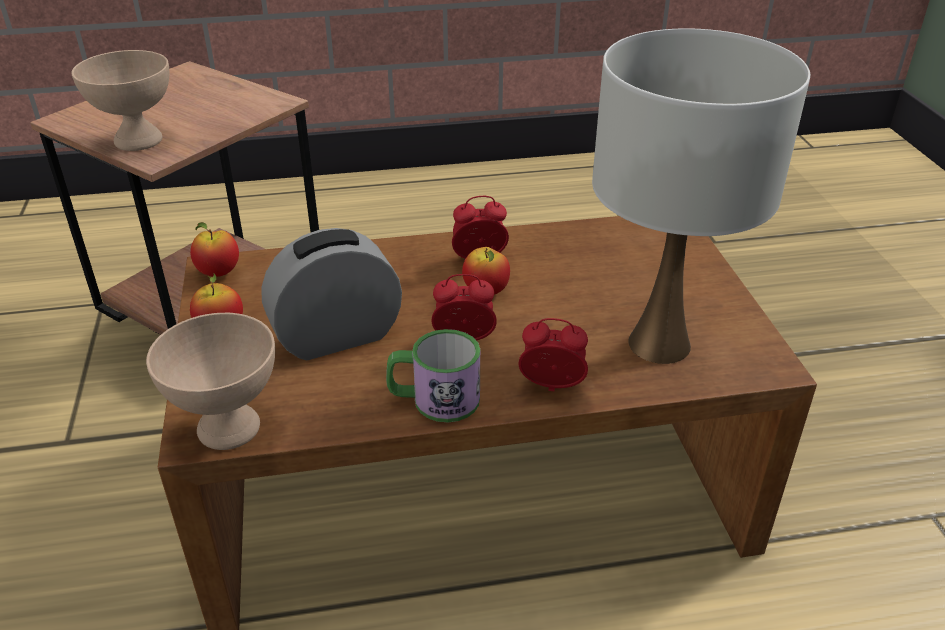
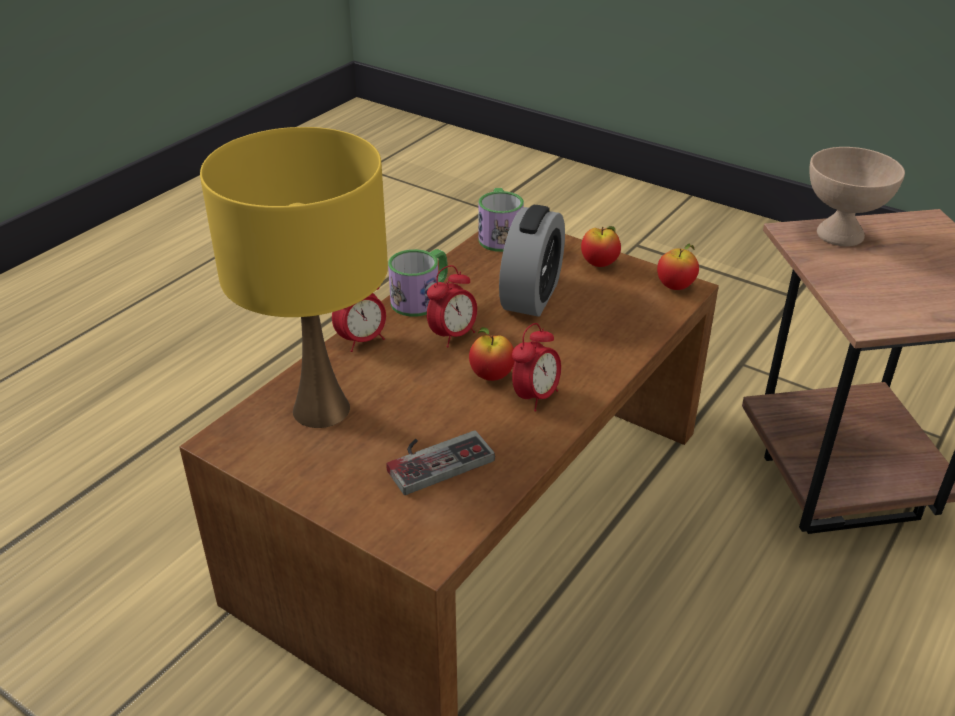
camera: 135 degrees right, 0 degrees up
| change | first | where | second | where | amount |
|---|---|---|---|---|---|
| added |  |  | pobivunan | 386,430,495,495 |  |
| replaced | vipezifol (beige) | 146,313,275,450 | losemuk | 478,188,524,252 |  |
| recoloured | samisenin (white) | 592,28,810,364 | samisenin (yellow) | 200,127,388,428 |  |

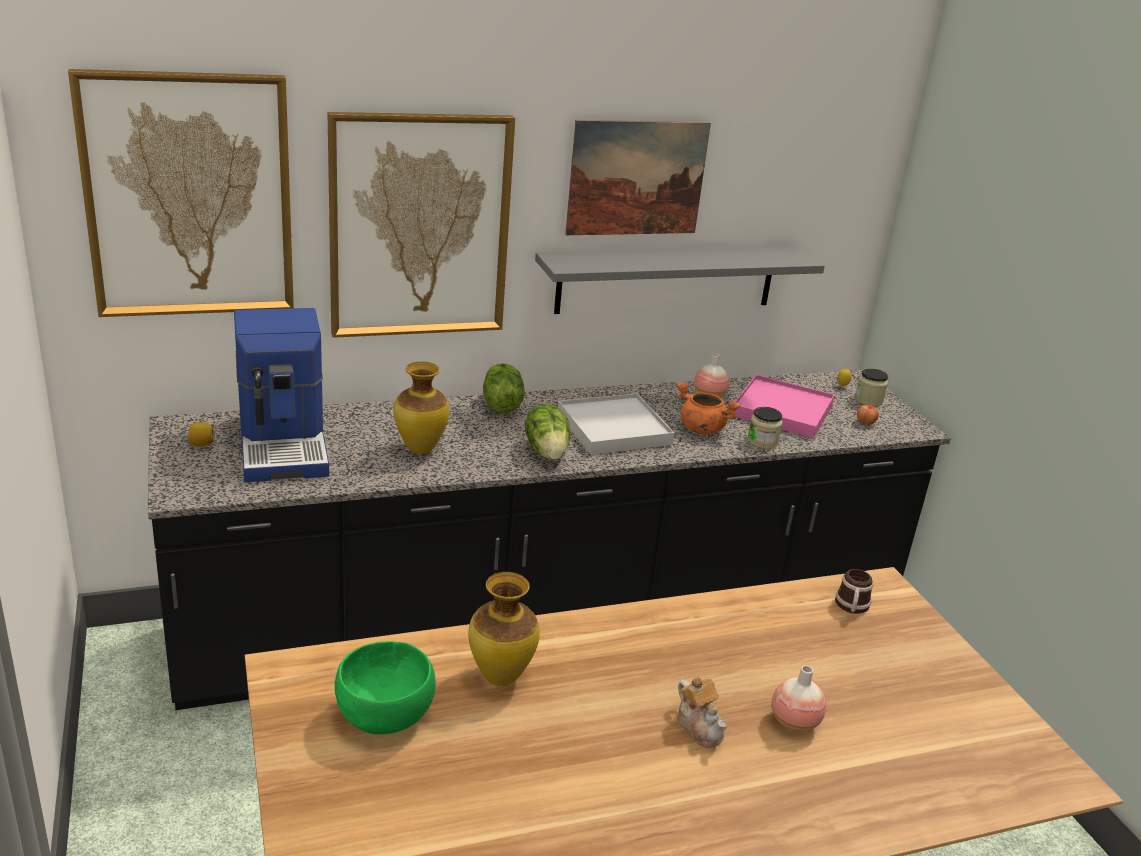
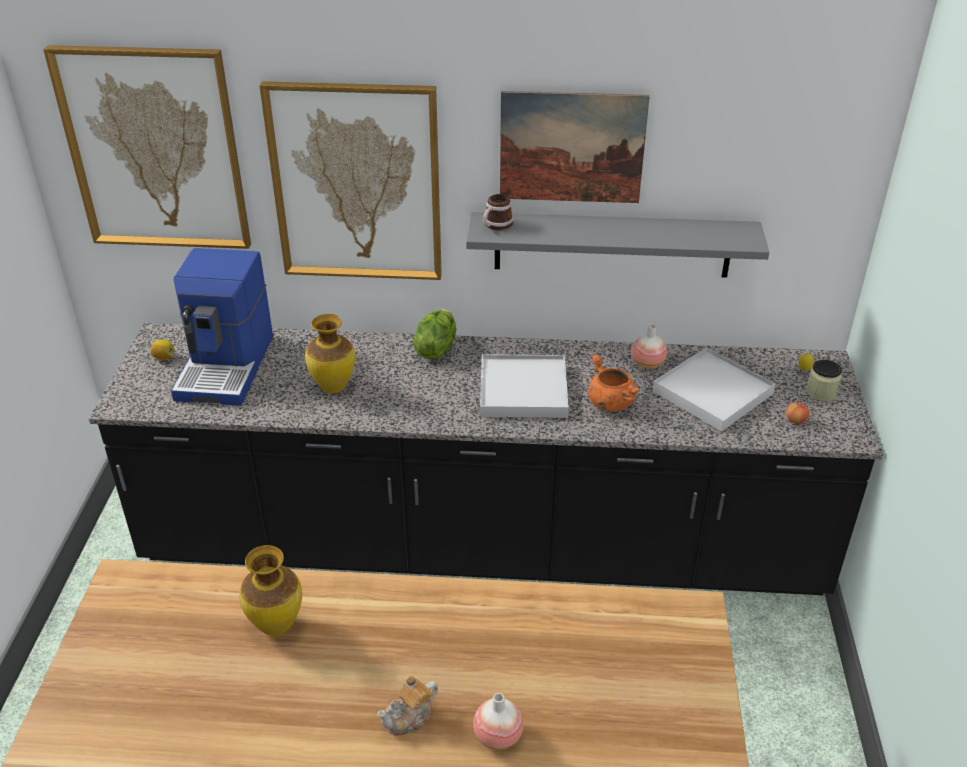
camera: 25 degrees right, 10 degrees up
| change | first | where | second | where | amount |
|---|---|---|---|---|---|
| removed | vipezifol (green) | 335,641,436,734 |  |  |  |
| removed | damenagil | 525,403,570,460 |  |  |  |
| removed | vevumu | 747,407,783,449 |  |  |  |
| moved | losemuk | 835,569,873,614 |  | 483,194,513,231 |  |
| recoloured | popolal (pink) | 734,375,835,438 | popolal (white) | 653,347,775,432 |  |
| turned | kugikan | 678,676,727,748 |  | 377,676,438,736 | 60 degrees clockwise |

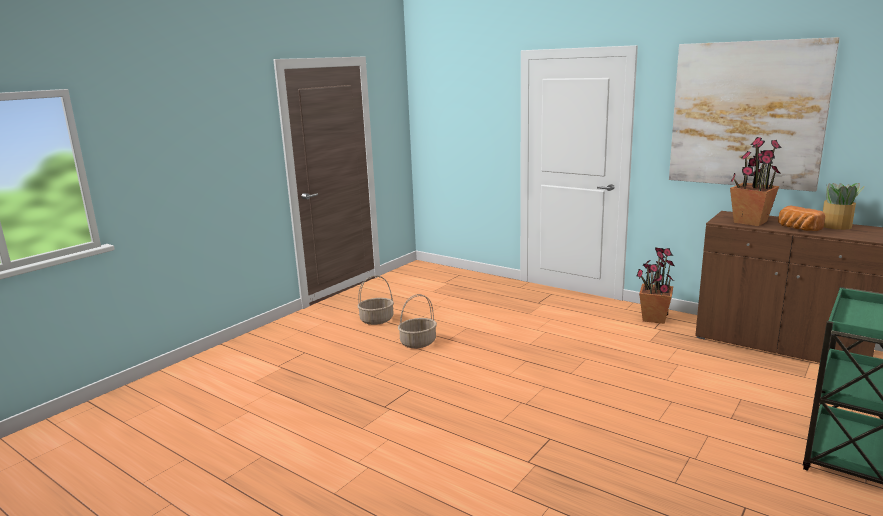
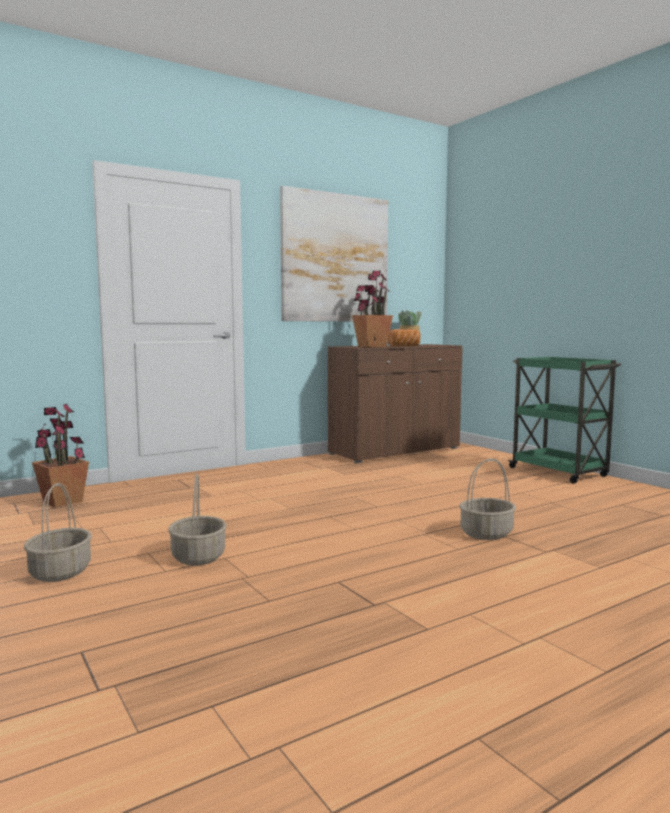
camera: 70 degrees left, 10 degrees down
| change | first | where | second | where | amount |
|---|---|---|---|---|---|
| added |  |  | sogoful | 459,458,516,540 |  |
| moved | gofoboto | 636,247,675,324 |  | 32,404,89,508 |  |

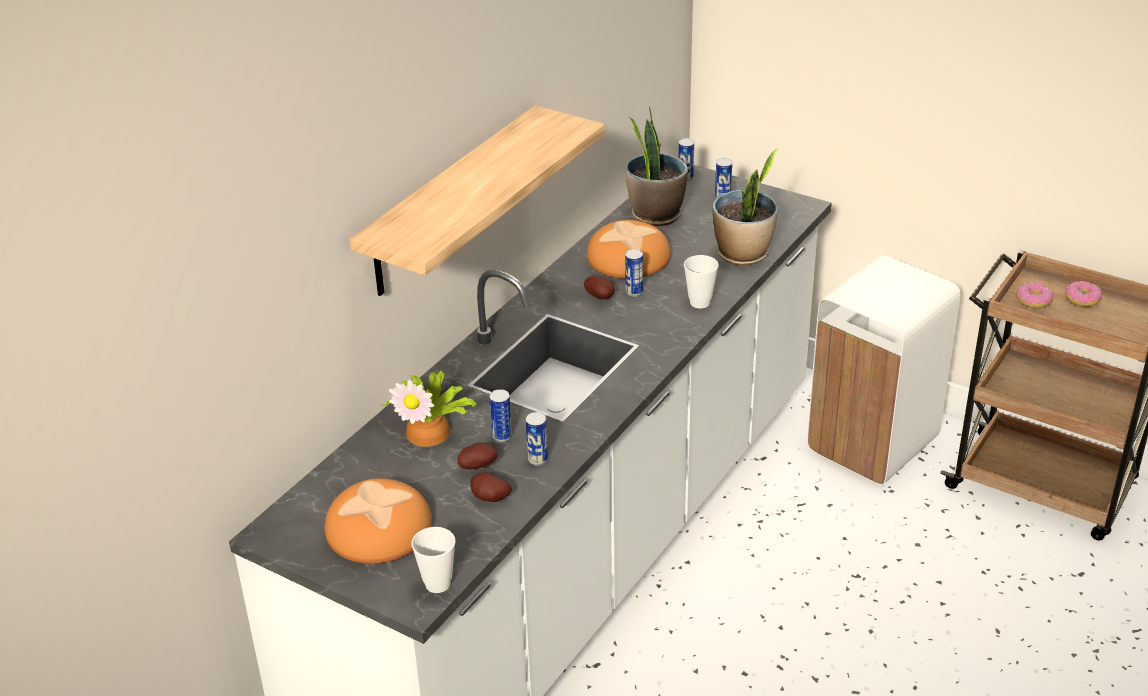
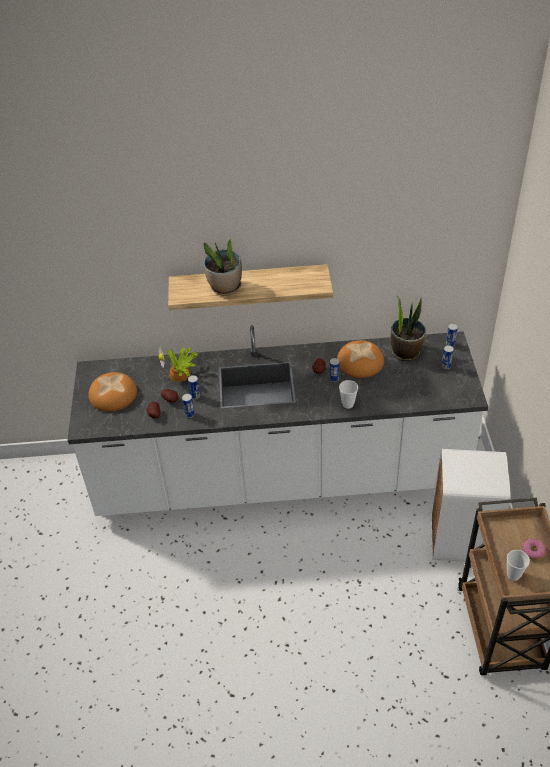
camera: 55 degrees right, 10 degrees up
| change | first | where | second | where | amount |
|---|---|---|---|---|---|
| removed | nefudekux | 1016,282,1054,308 |  |  |  |
| moved | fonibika | 411,527,455,593 |  | 507,550,530,581 |  |
| moved | gofoboto | 712,148,779,265 |  | 203,238,242,295 |  |

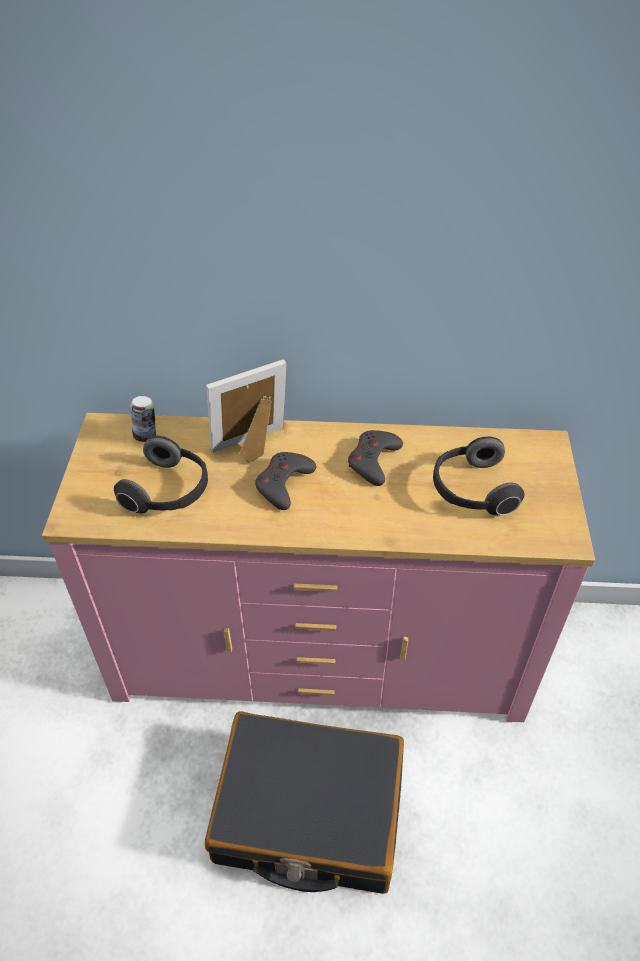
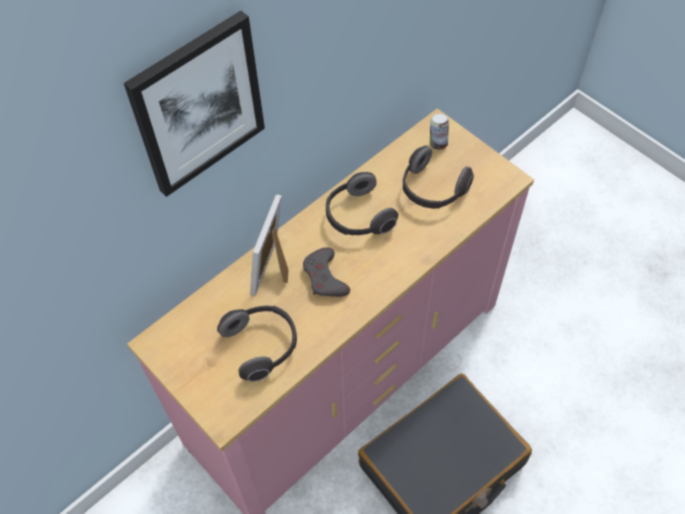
camera: 45 degrees left, 10 degrees up
| change | first | where | second | where | amount |
|---|---|---|---|---|---|
| added |  |  | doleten | 124,11,265,197 |  |
| moved | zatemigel | 130,396,156,442 |  | 430,114,449,150 |  |
| replaced | pobivunan (grey) | 348,430,403,486 | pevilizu | 326,172,398,235 |  |

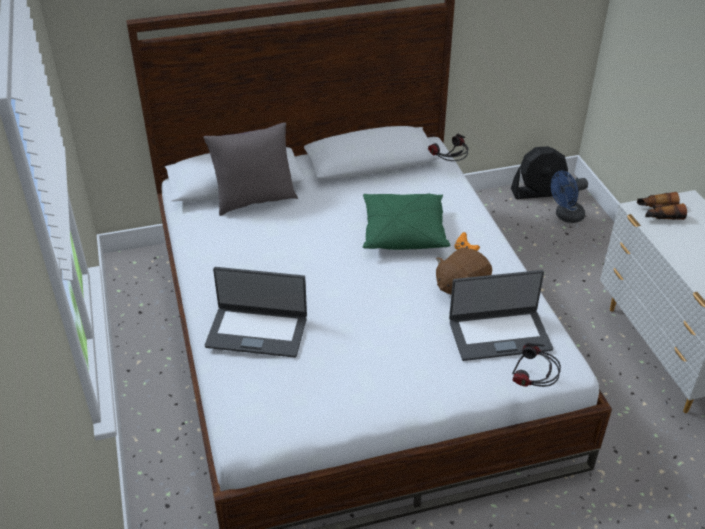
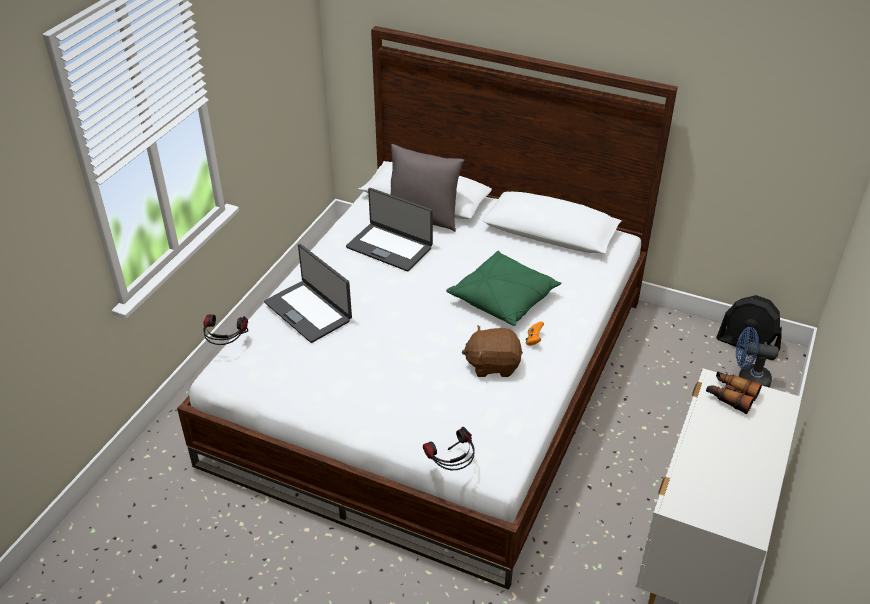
camera: 40 degrees right, 0 degrees up
| change | first | where | second | where | amount |
|---|---|---|---|---|---|
| moved | pevilizu | 428,134,468,161 |  | 203,314,248,345 |  |
| moved | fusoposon | 449,270,553,361 |  | 346,188,433,271 |  |

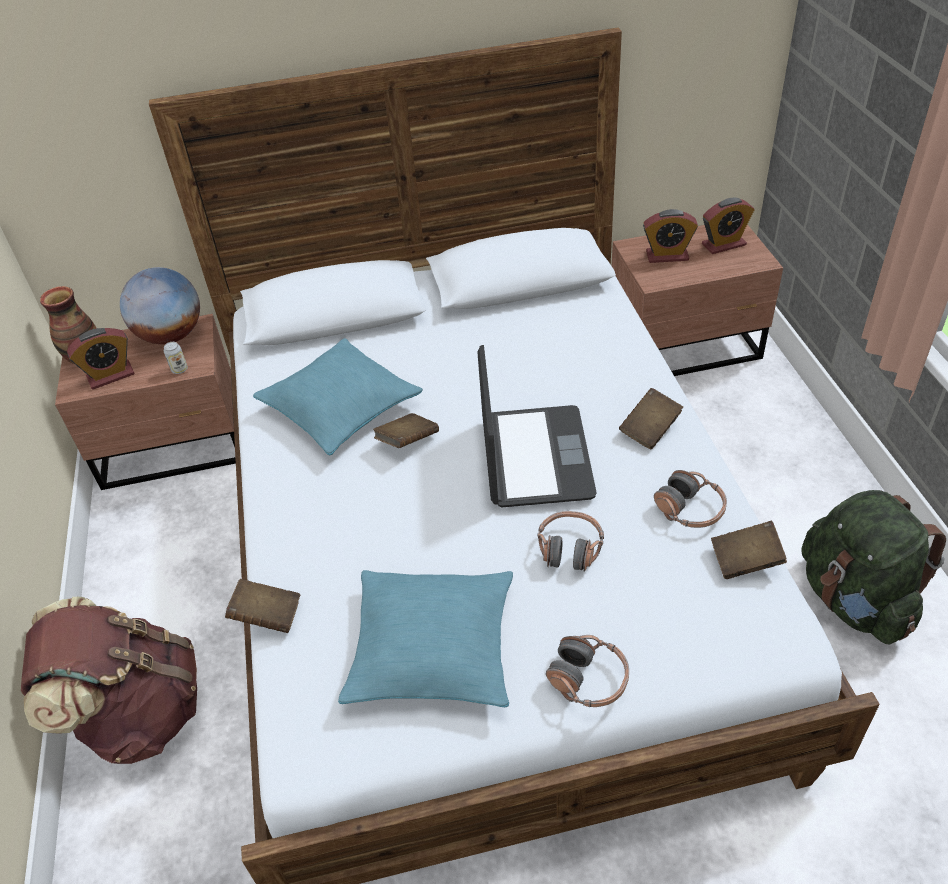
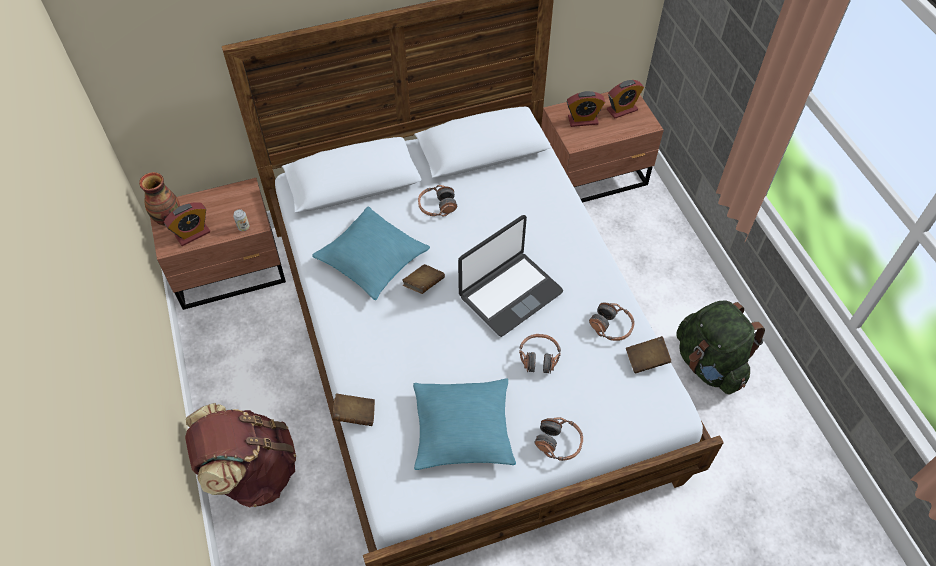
camera: 10 degrees left, 10 degrees up
| change | first | where | second | where | amount |
|---|---|---|---|---|---|
| removed | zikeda | 120,267,200,344 |  |  |  |
| removed | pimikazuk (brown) | 619,388,683,449 |  |  |  |
| added |  |  | pevilizu | 418,185,457,216 |  |
| turned | fusoposon | 477,345,597,507 |  | 458,215,563,337 | 60 degrees clockwise |

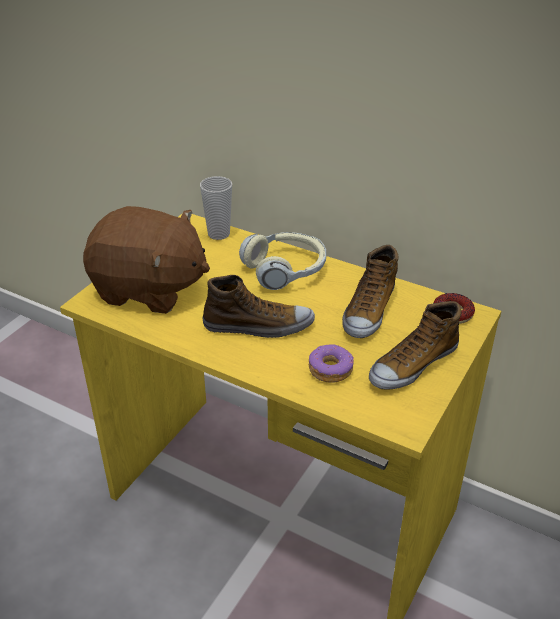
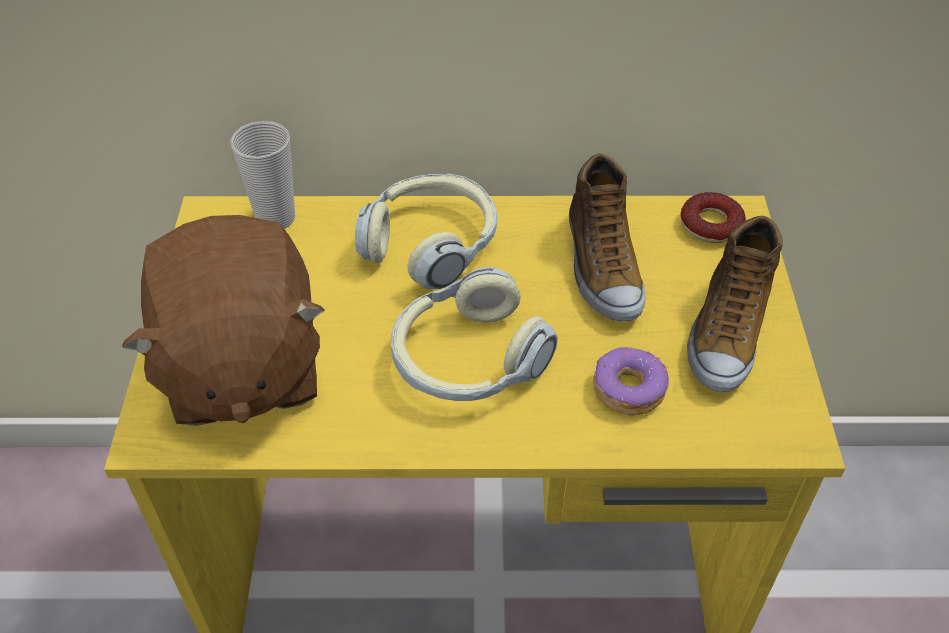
camera: 30 degrees left, 10 degrees up
| change | first | where | second | where | amount |
|---|---|---|---|---|---|
| replaced | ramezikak | 202,275,315,338 | pevilizu | 391,267,558,401 |  |
| turned | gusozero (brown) | 83,206,210,314 |  | 122,215,325,426 | 90 degrees clockwise |

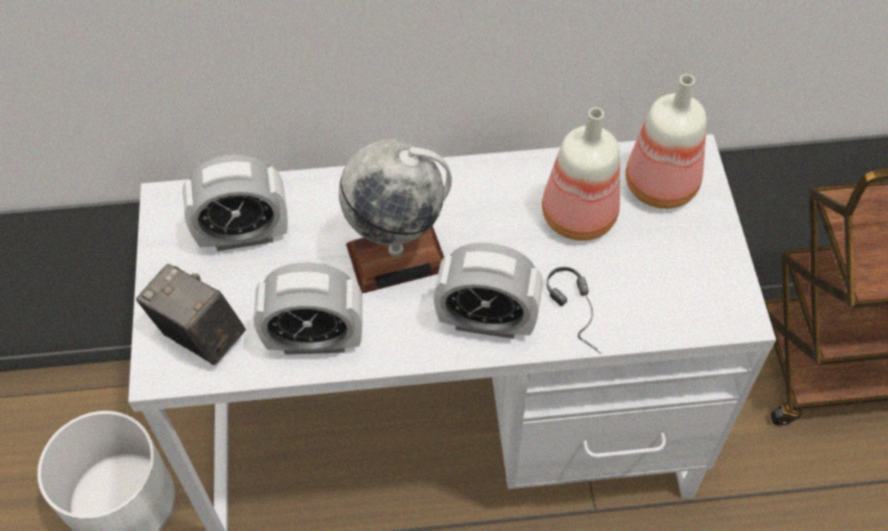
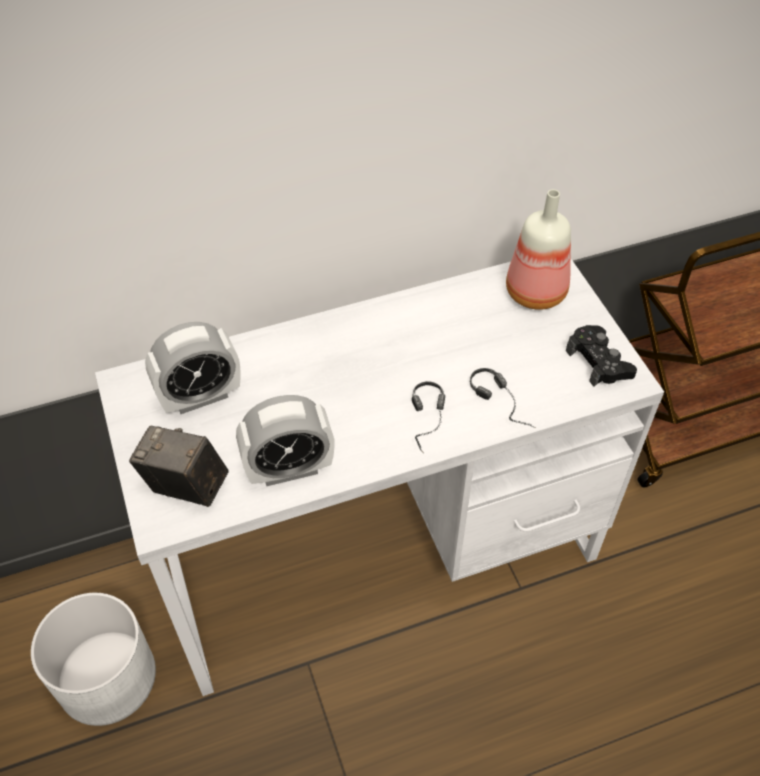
camera: 15 degrees left, 5 degrees down
| change | first | where | second | where | amount |
|---|---|---|---|---|---|
| removed | zikeda | 339,140,452,294 |  |  |  |
| removed | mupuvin | 542,107,620,241 |  |  |  |
| added |  |  | pobivunan (black) | 566,325,637,387 |  |
| replaced | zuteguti | 433,243,543,339 | pevilizu | 412,381,445,452 |  |

